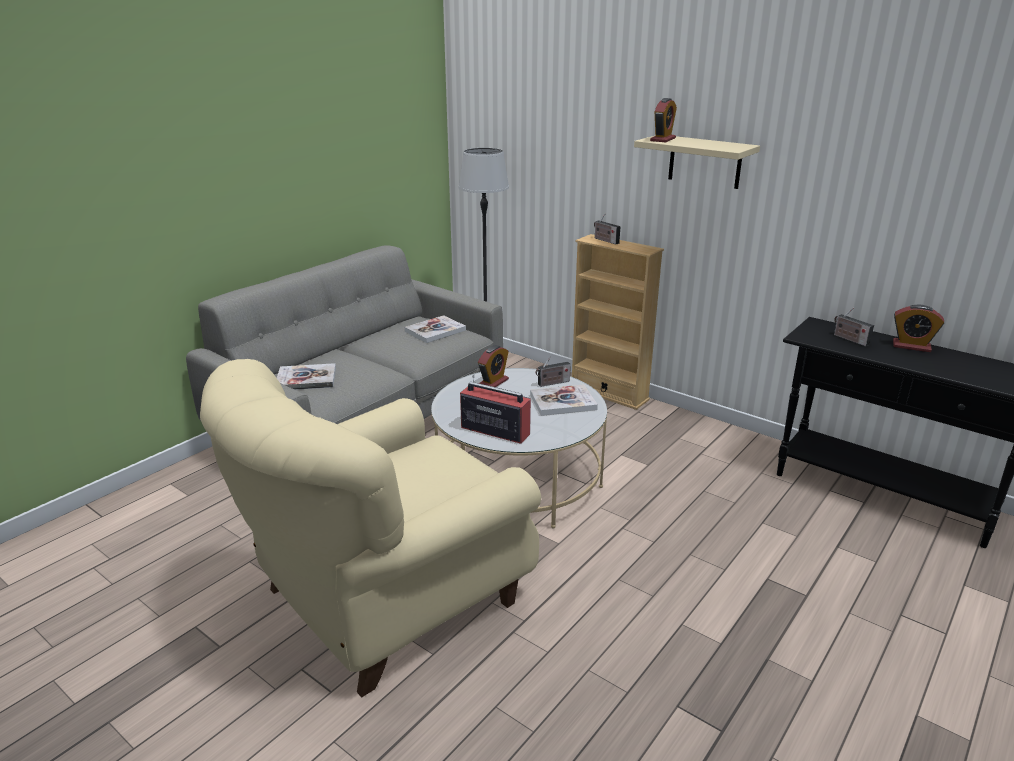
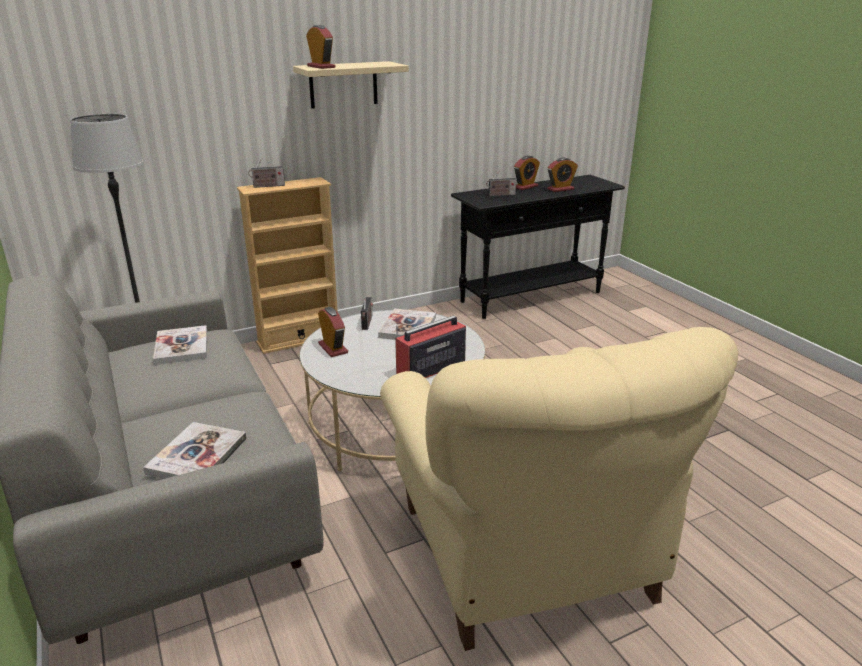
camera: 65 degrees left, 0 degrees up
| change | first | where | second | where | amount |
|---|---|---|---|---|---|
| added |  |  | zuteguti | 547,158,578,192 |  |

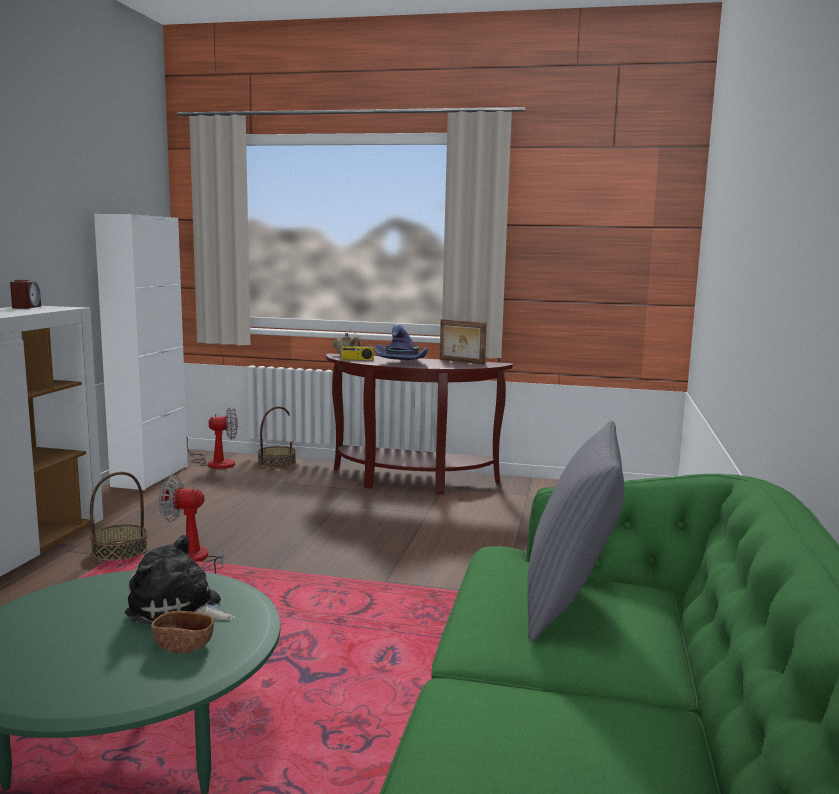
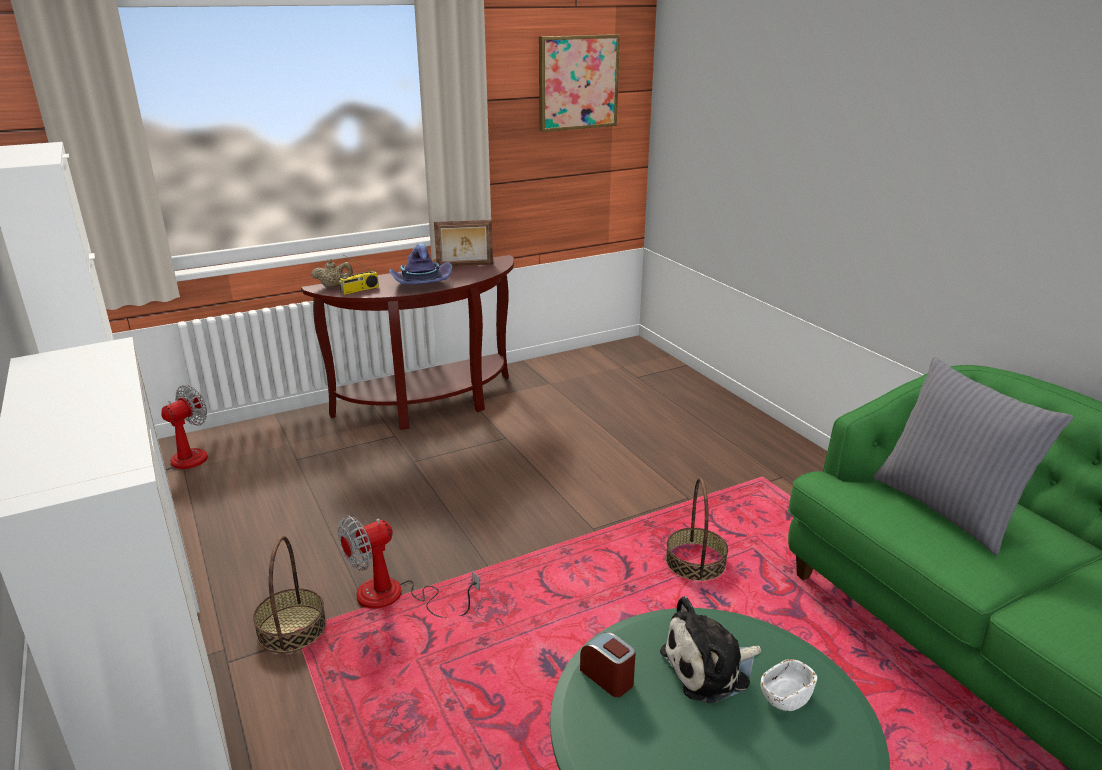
camera: 40 degrees left, 15 degrees up
| change | first | where | second | where | amount |
|---|---|---|---|---|---|
| added |  |  | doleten | 539,34,620,132 |  |
| moved | zuteguti | 10,280,41,309 |  | 580,632,636,697 |  |
| moved | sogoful | 258,406,296,469 |  | 666,478,728,581 |  |
| recoloured | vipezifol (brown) | 151,611,214,653 | vipezifol (white) | 761,659,817,711 |  |

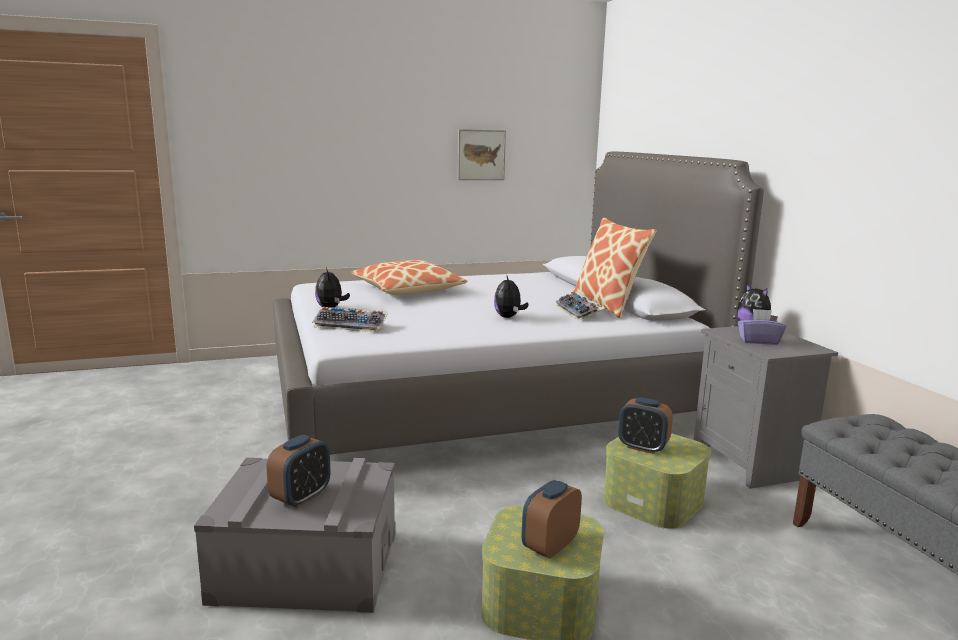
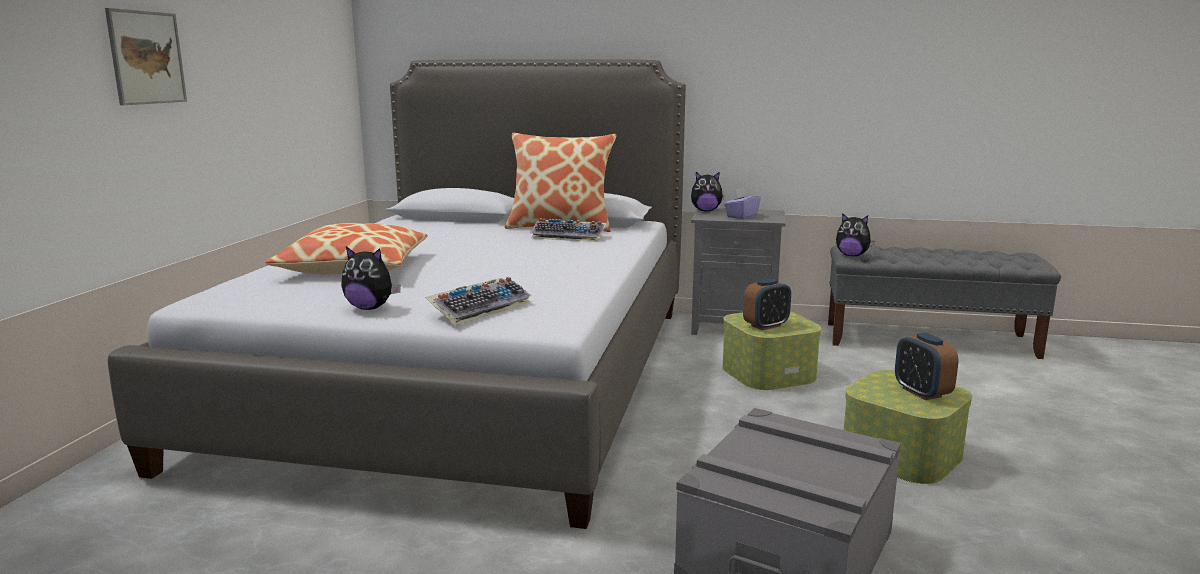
camera: 60 degrees left, 0 degrees up
| change | first | where | second | where | amount |
|---|---|---|---|---|---|
| removed | zuteguti | 267,435,330,508 |  |  |  |
| moved | doleten | 458,129,506,180 |  | 105,8,187,105 |  |
| moved | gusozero | 494,276,529,318 |  | 836,213,875,256 |  |

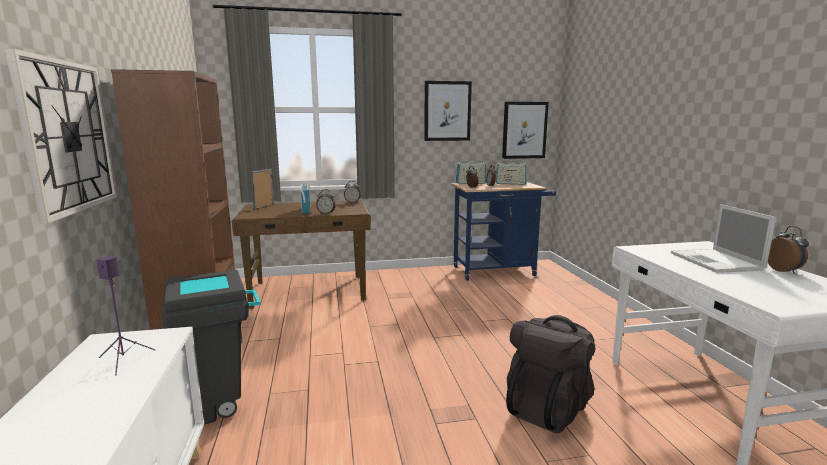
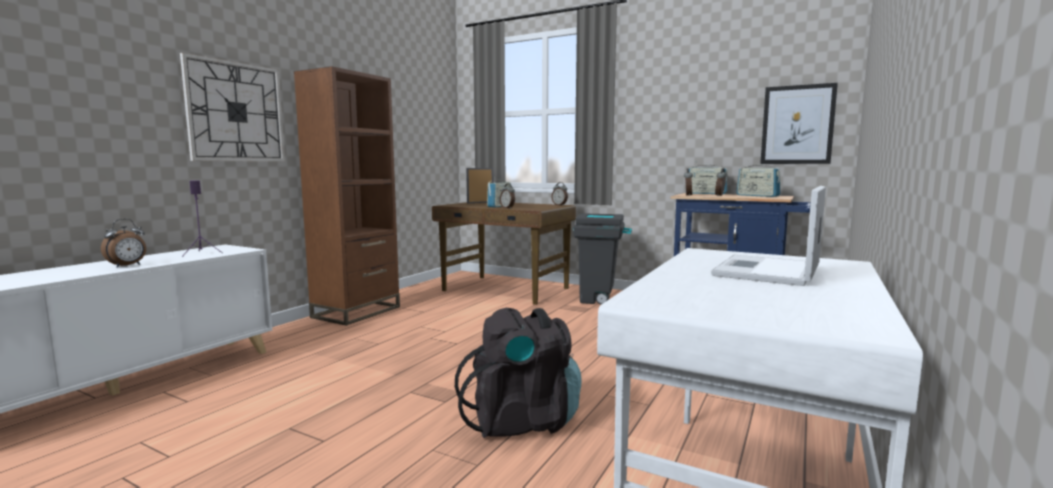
camera: 40 degrees right, 5 degrees down
| change | first | where | second | where | amount |
|---|---|---|---|---|---|
| removed | doleten | 424,81,472,141 |  |  |  |
| moved | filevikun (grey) | 162,269,261,425 |  | 573,213,632,305 |  |
| moved | zuteguti | 768,226,809,274 |  | 101,219,146,268 |  |

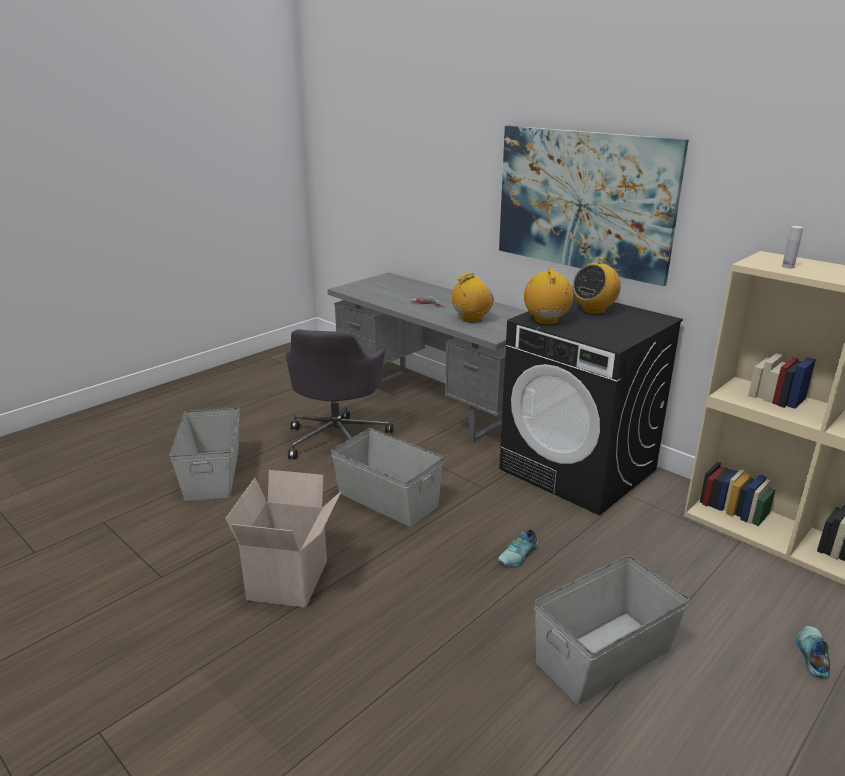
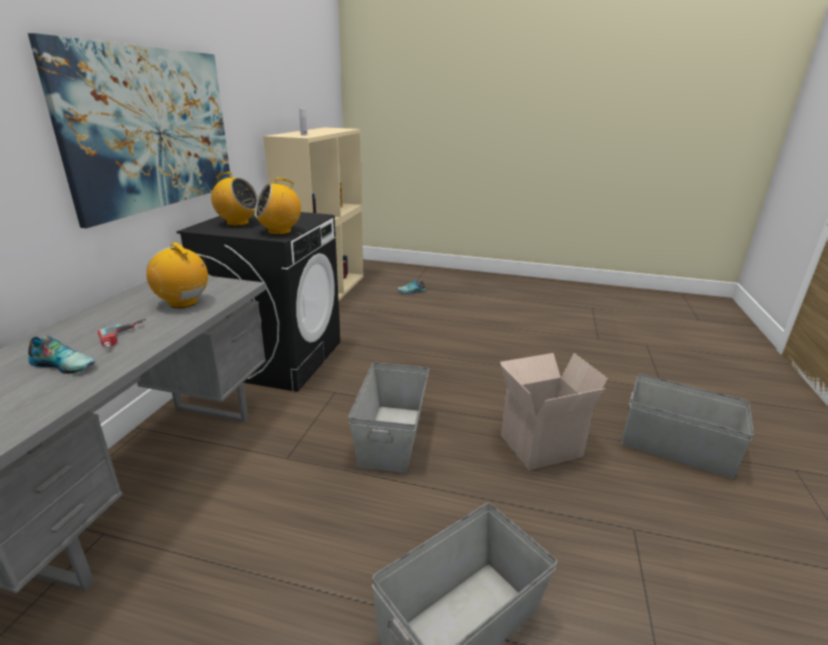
camera: 120 degrees left, 0 degrees up
| change | first | where | second | where | amount |
|---|---|---|---|---|---|
| removed | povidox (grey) | 285,329,393,459 |  |  |  |
| moved | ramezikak | 498,529,538,567 |  | 28,335,95,374 |  |
| moved | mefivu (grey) | 534,555,690,705 |  | 621,374,754,479 |  |

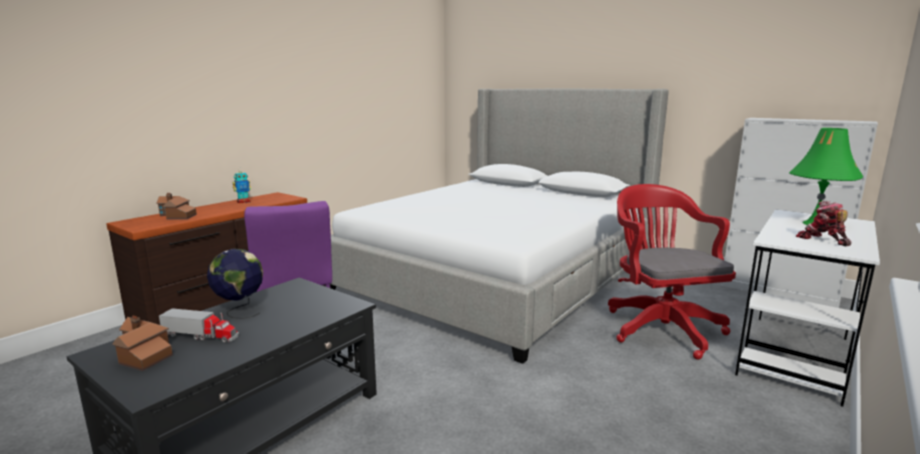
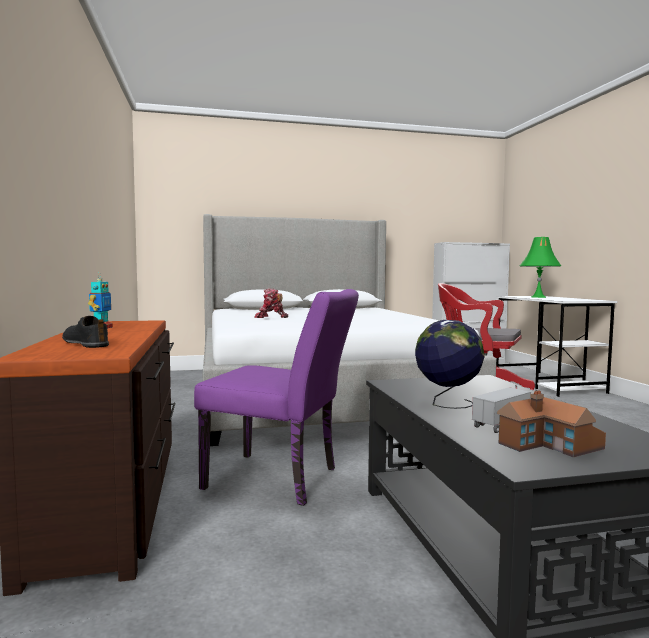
camera: 50 degrees left, 10 degrees down
| change | first | where | second | where | amount |
|---|---|---|---|---|---|
| moved | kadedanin | 796,201,851,246 |  | 254,288,288,318 |  |
| replaced | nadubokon | 157,193,197,220 | ramezikak (black) | 62,316,109,348 |  |

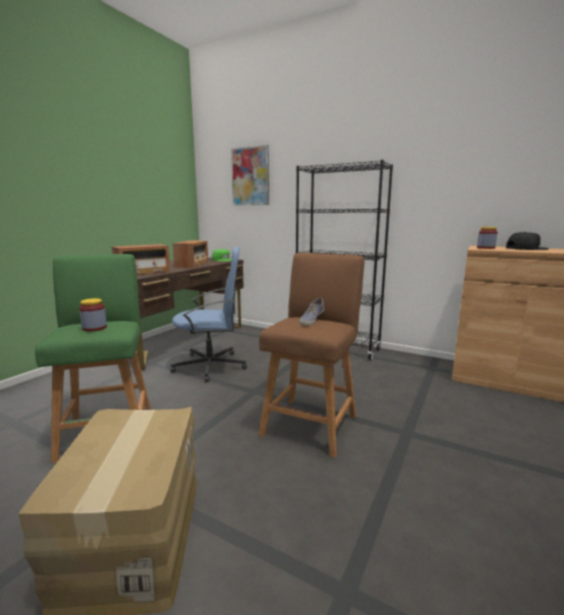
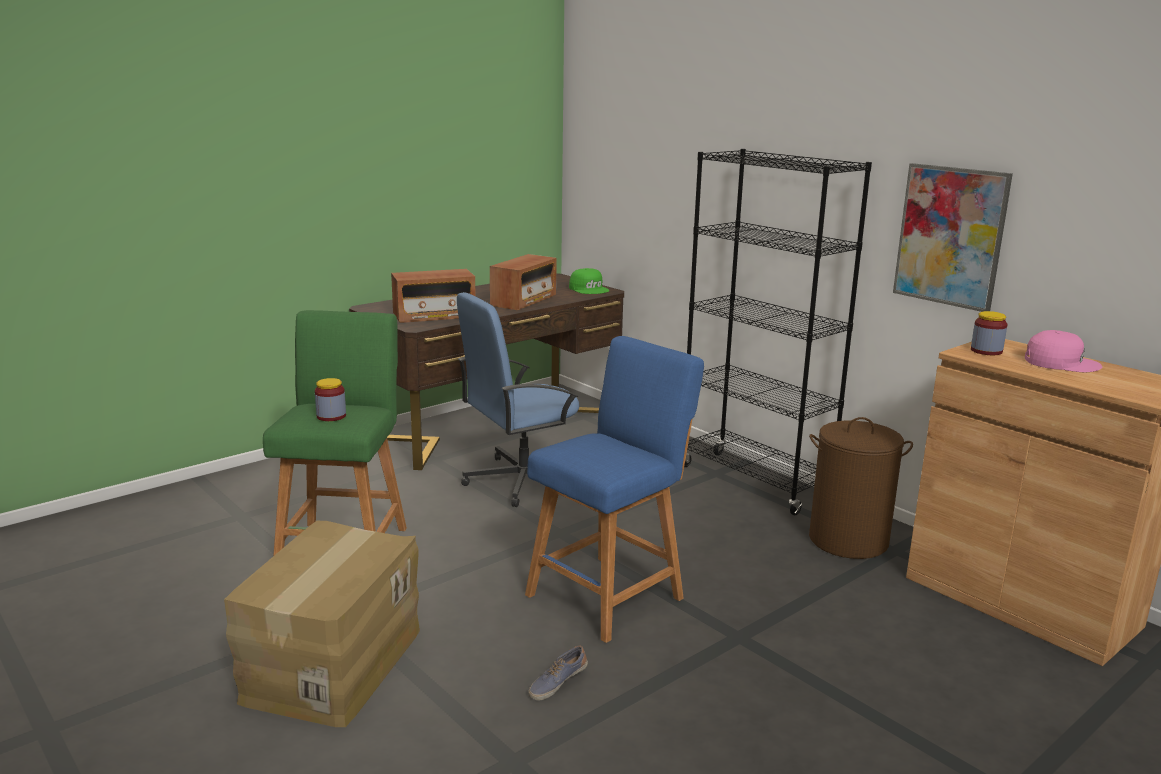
camera: 20 degrees right, 5 degrees up
| change | first | where | second | where | amount |
|---|---|---|---|---|---|
| added |  |  | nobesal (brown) | 809,417,913,559 |  |
| moved | doleten | 231,145,269,206 |  | 893,163,1013,312 |  |
| moved | ramezikak | 299,298,325,326 |  | 528,646,588,700 |  |
| recoloured | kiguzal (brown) | 258,253,365,458 | kiguzal (blue) | 525,336,704,643 |  |
| recoloured | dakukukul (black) | 506,232,549,250 | dakukukul (pink) | 1025,330,1102,372 |  |
| turned | povidox (blue) | 171,247,247,382 |  | 457,292,579,507 | 135 degrees clockwise |

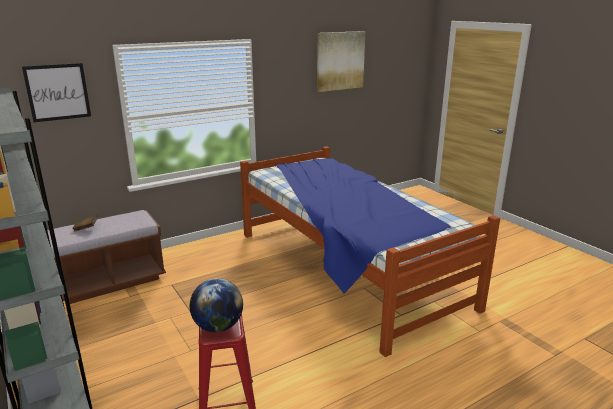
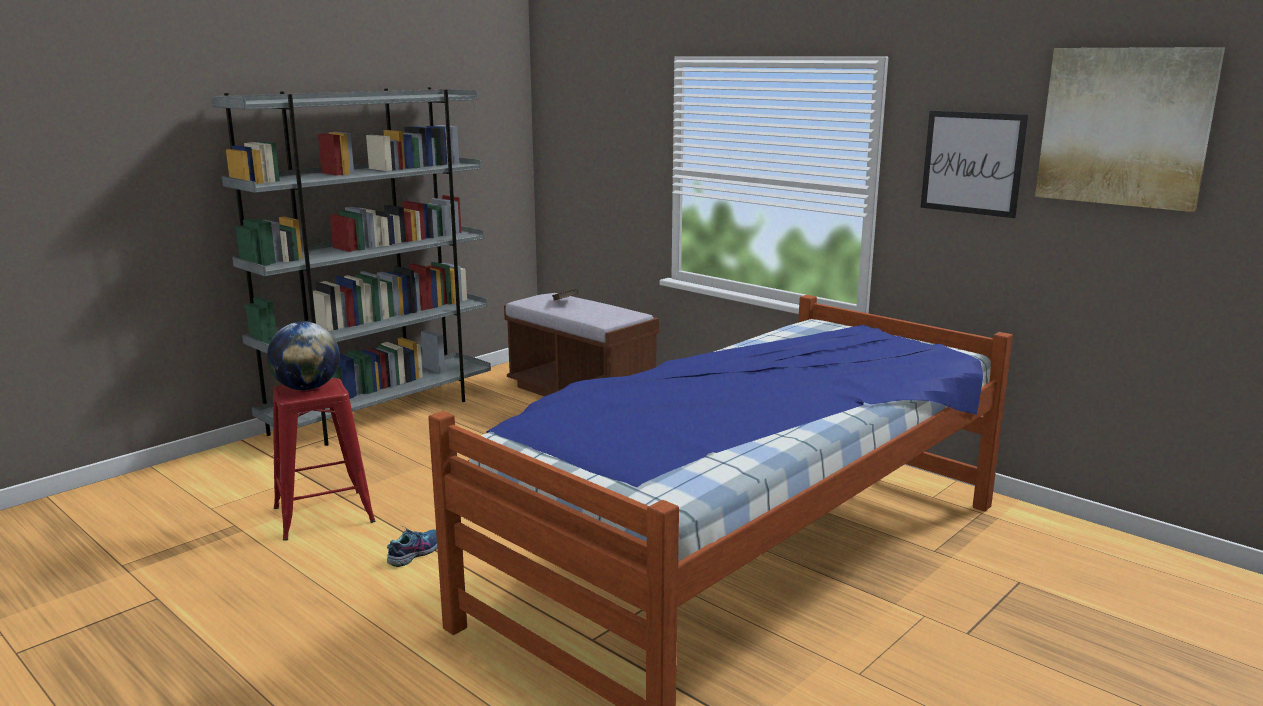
camera: 75 degrees right, 5 degrees down
| change | first | where | second | where | amount |
|---|---|---|---|---|---|
| added |  |  | ramezikak | 387,525,437,567 |  |
| moved | doleten | 22,63,91,122 |  | 921,111,1028,218 |  |

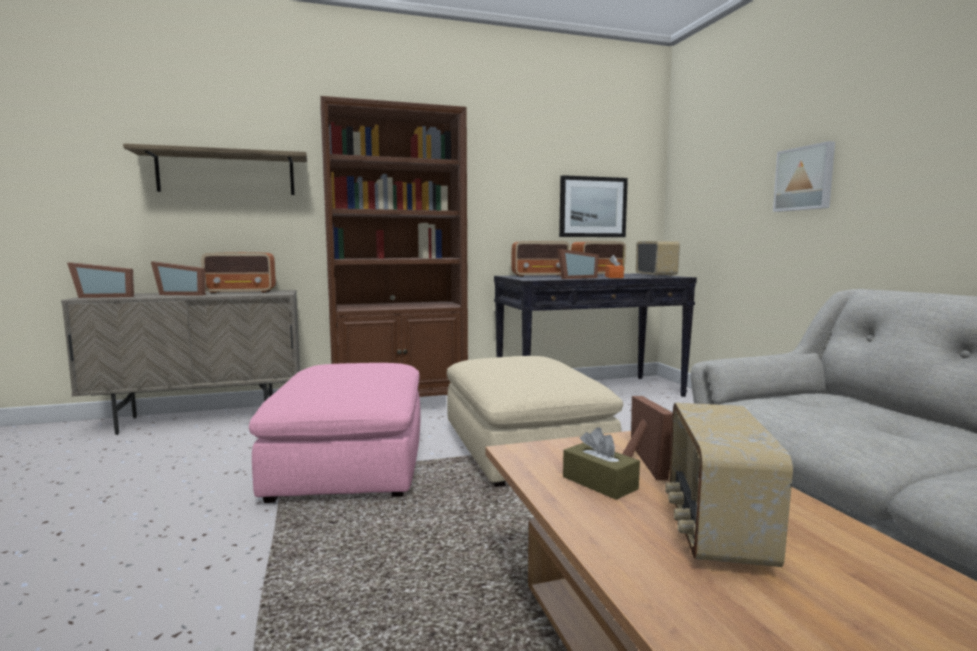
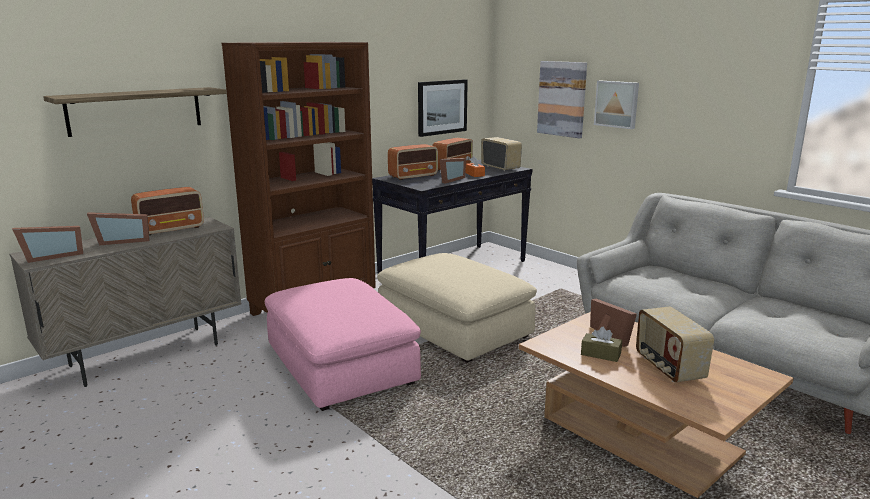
camera: 25 degrees left, 10 degrees up
| change | first | where | second | where | amount |
|---|---|---|---|---|---|
| added |  |  | doleten | 537,61,587,138 |  |

